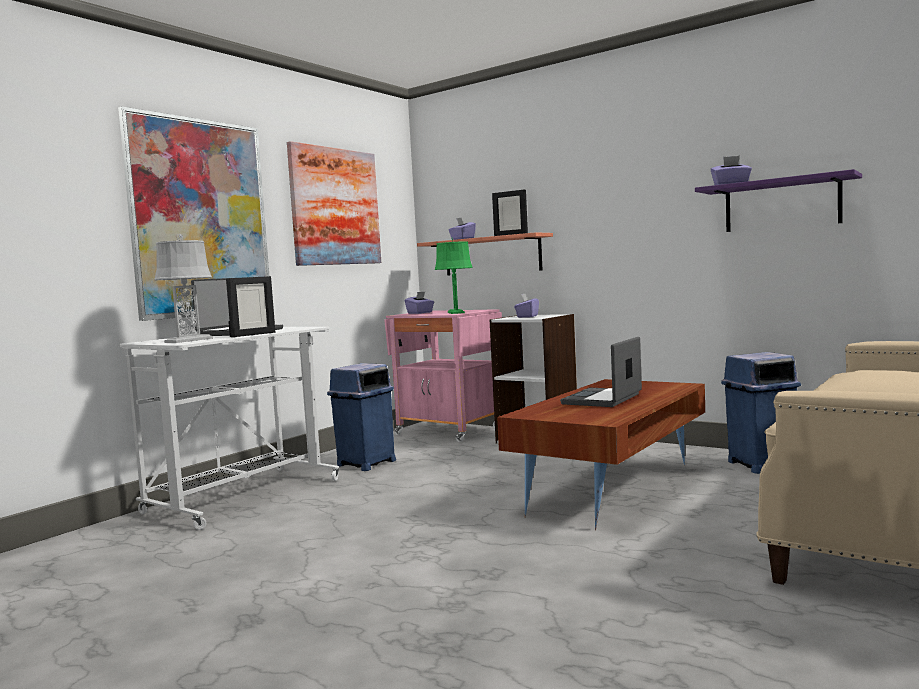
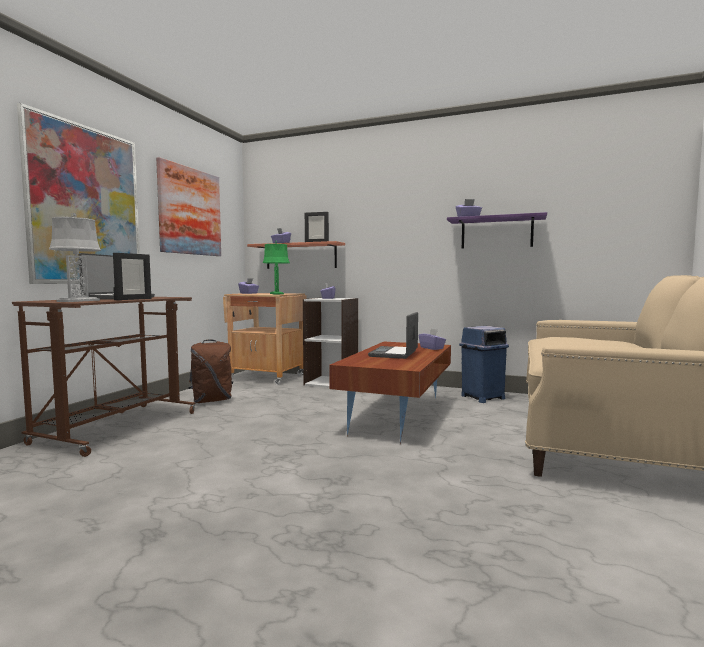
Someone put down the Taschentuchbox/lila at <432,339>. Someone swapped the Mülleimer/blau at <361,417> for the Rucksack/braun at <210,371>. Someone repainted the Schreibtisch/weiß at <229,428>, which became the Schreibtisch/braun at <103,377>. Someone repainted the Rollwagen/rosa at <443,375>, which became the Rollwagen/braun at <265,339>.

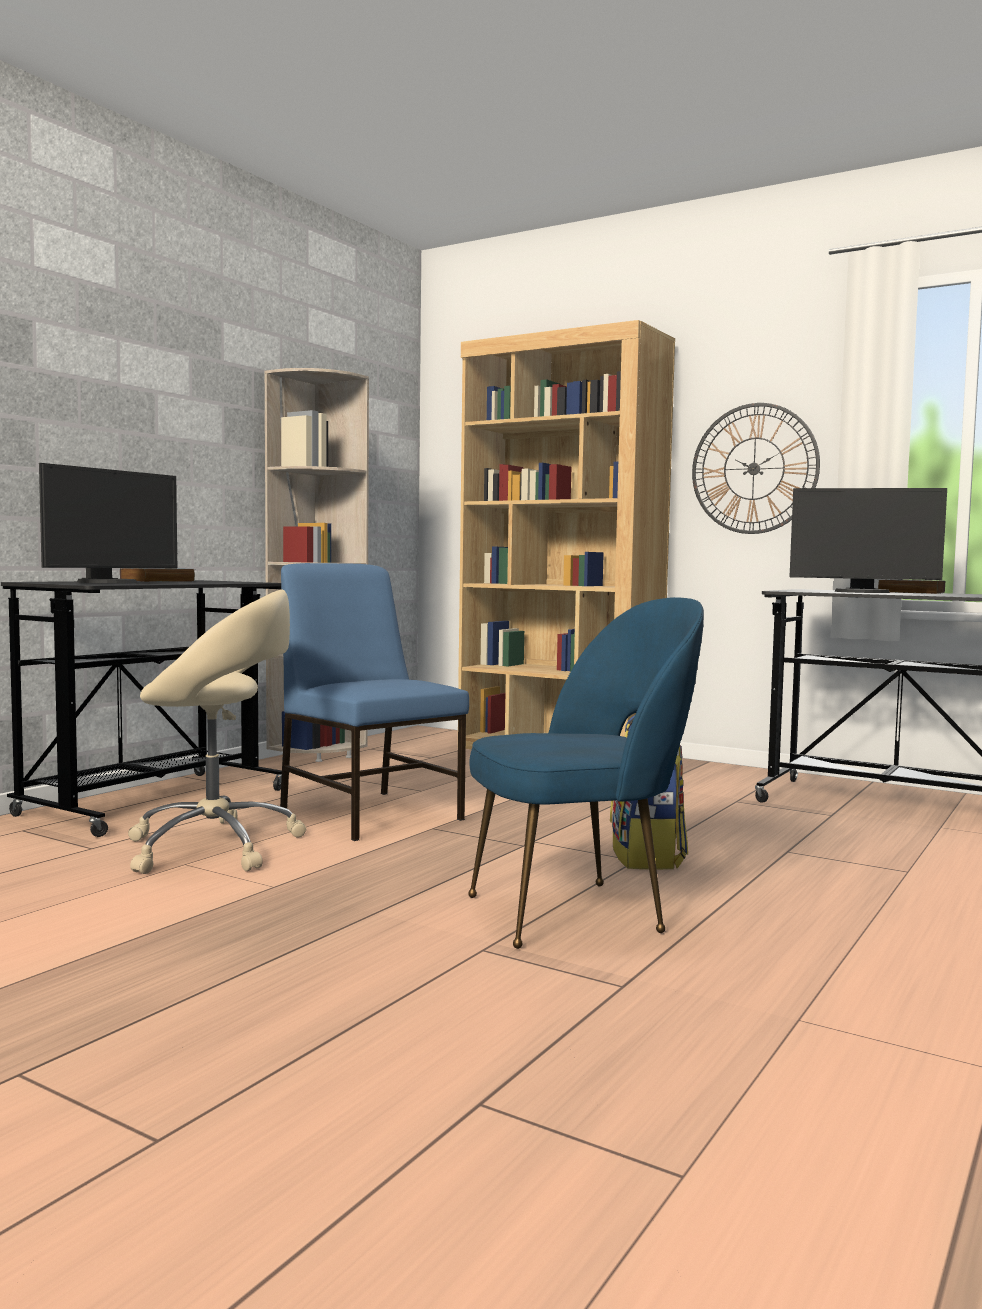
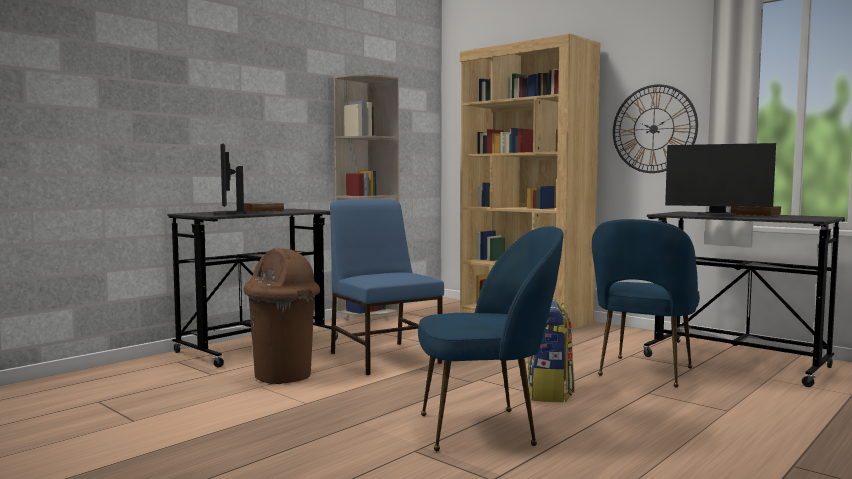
Someone put down the Stuhl/blau at <646,303>. Someone swapped the Bürostuhl/beige at <217,731> for the Mülleimer/braun at <281,316>. Someone rotated the Monitor at <108,523> by 120 degrees clockwise.

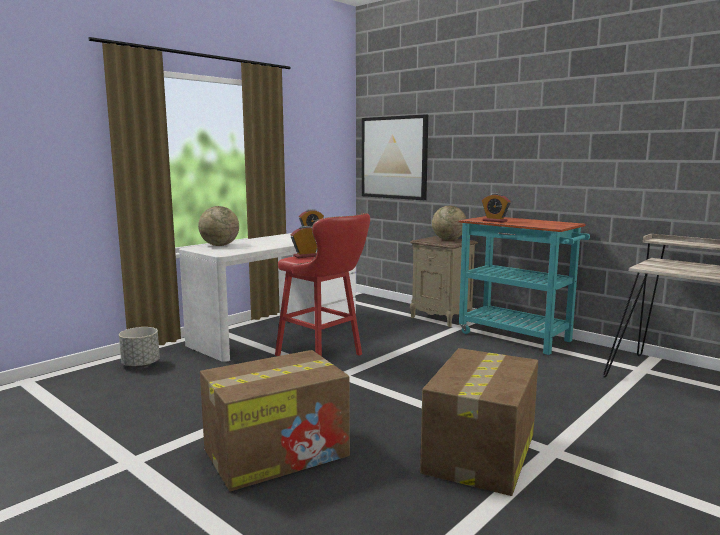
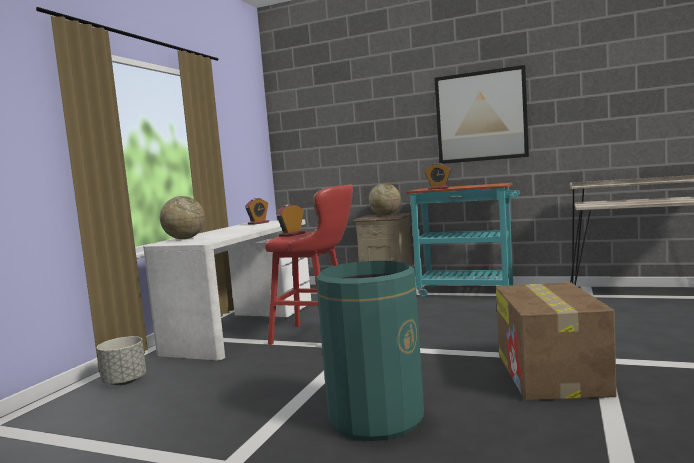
Someone carried the Bild from <395,157> to <481,114>. Someone swapped the Karton at <275,421> for the Mülleimer/grün at <370,351>.

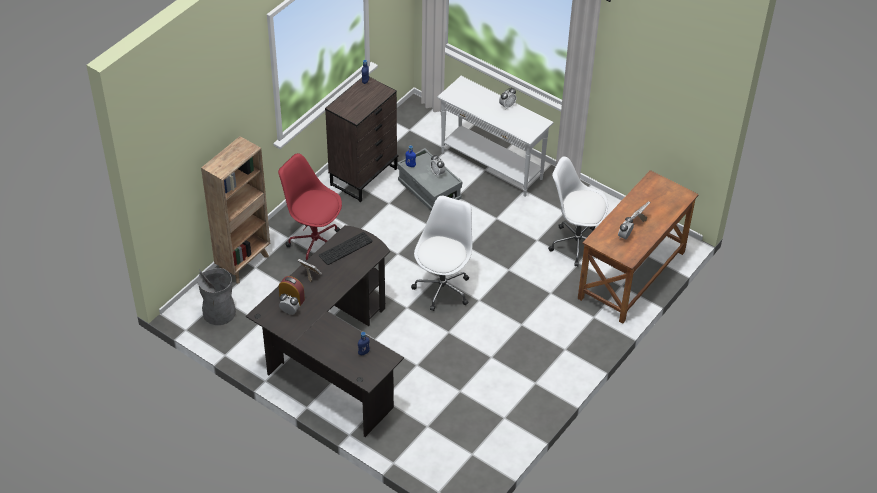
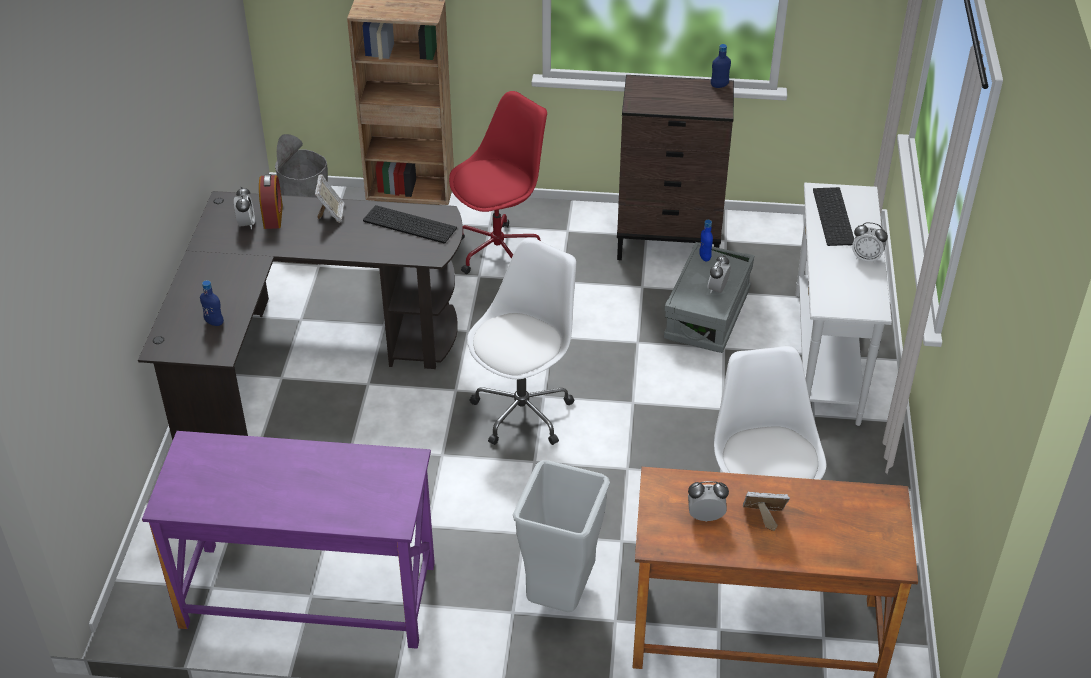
Someone put down the Schreibtisch/lila at <288,540>. Someone put down the Mülleimer/grau at <561,536>. Someone put down the Tastatur at <833,216>. Someone rotated the Bürostuhl/rot at <310,207> by 45 degrees clockwise. Someone rotated the Bürostuhl/weiß at <441,253> by 45 degrees counterclockwise.

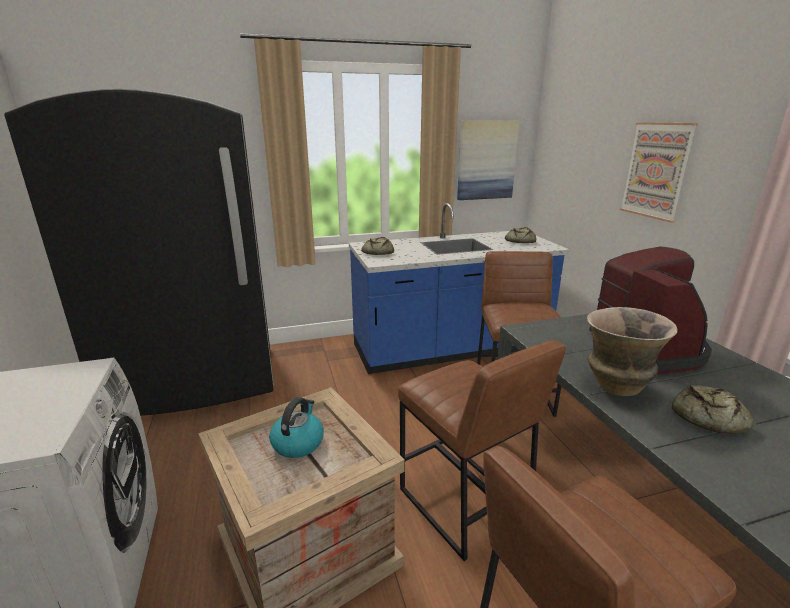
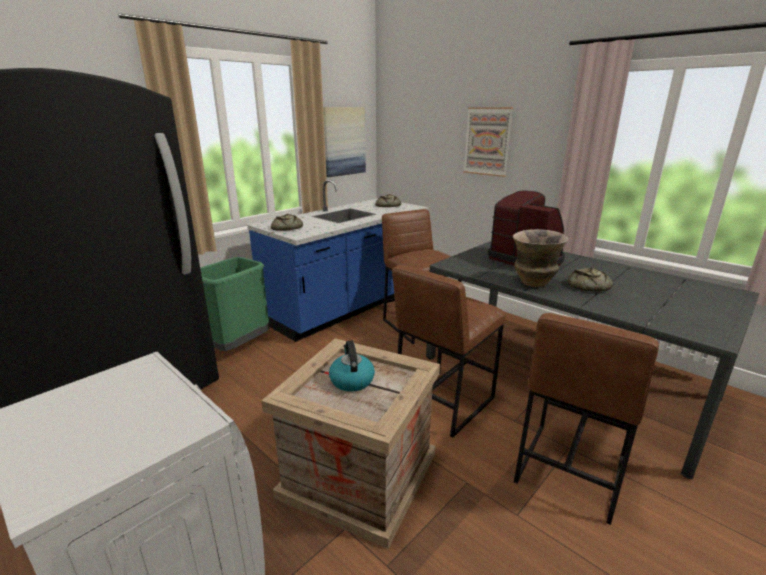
Someone put down the Mülleimer/grün at <235,304>. Someone rotated the Stuhl/braun at <482,450> by 105 degrees clockwise.

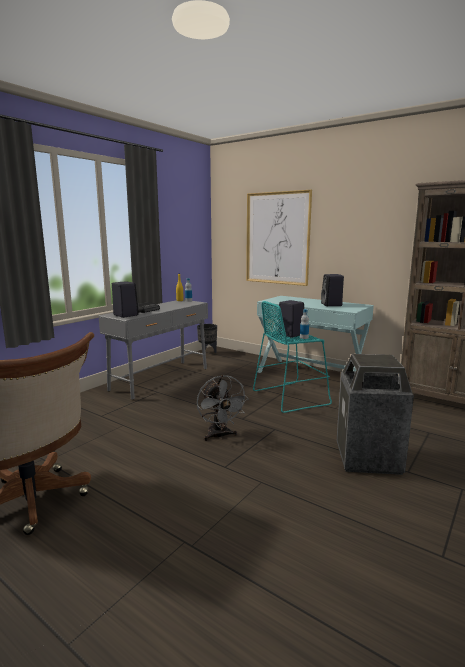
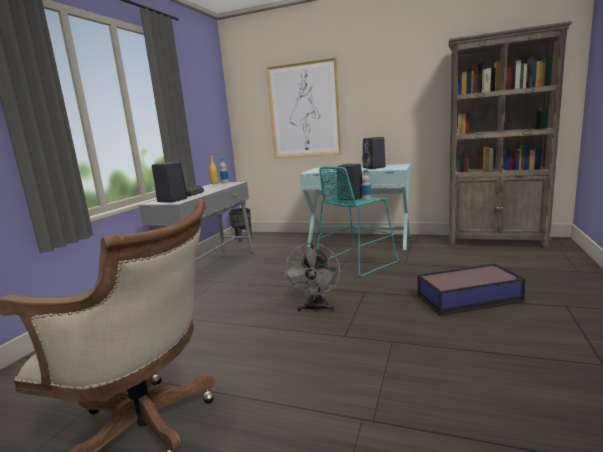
Someone swapped the Mülleimer at <375,414> for the Aufbewahrungsbox at <472,289>. Someone rotated the Ventilator/grau at <223,408> by 45 degrees clockwise.

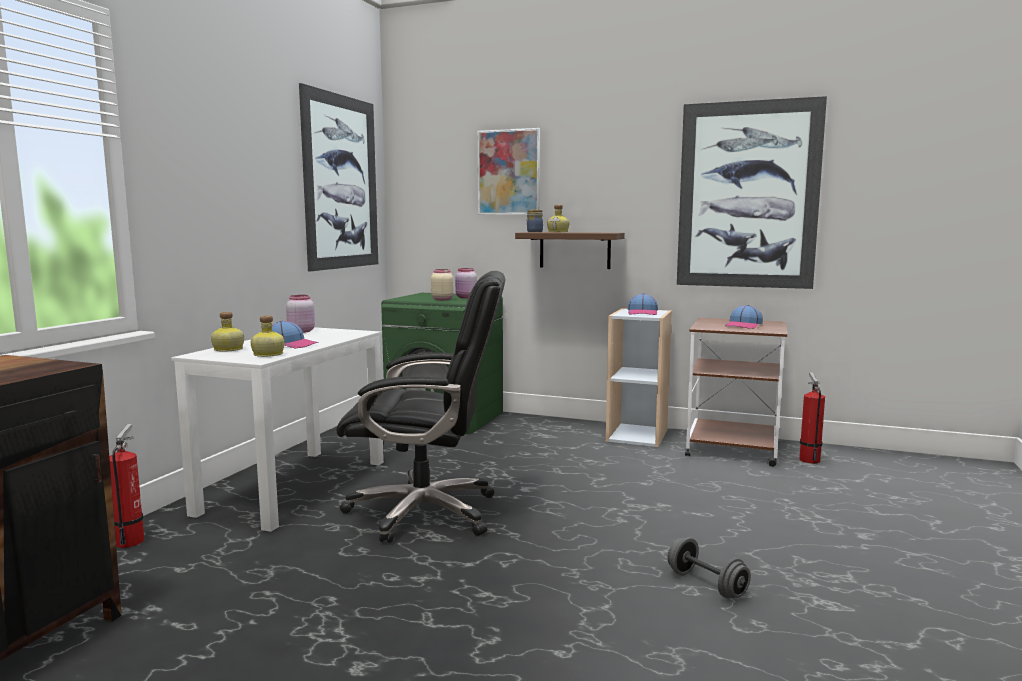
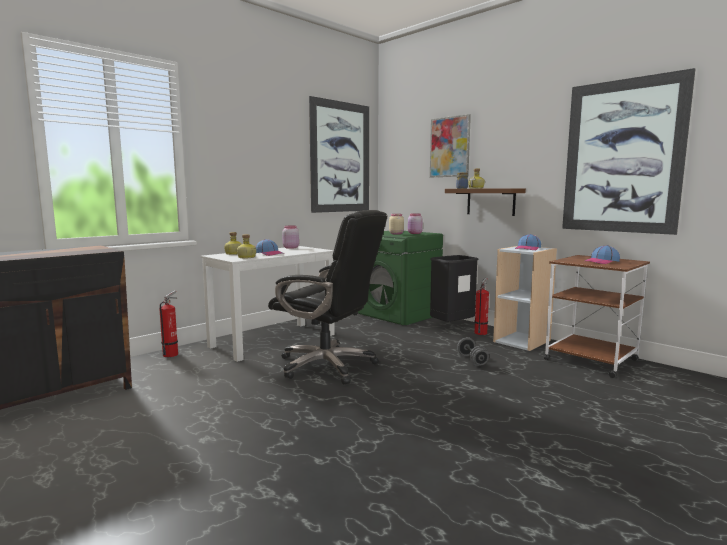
Someone put down the Mülleimer/schwarz at <454,288>. Someone carried the Hantel/grau from <709,568> to <473,351>. Someone carried the Feuerlöscher from <812,417> to <482,306>.

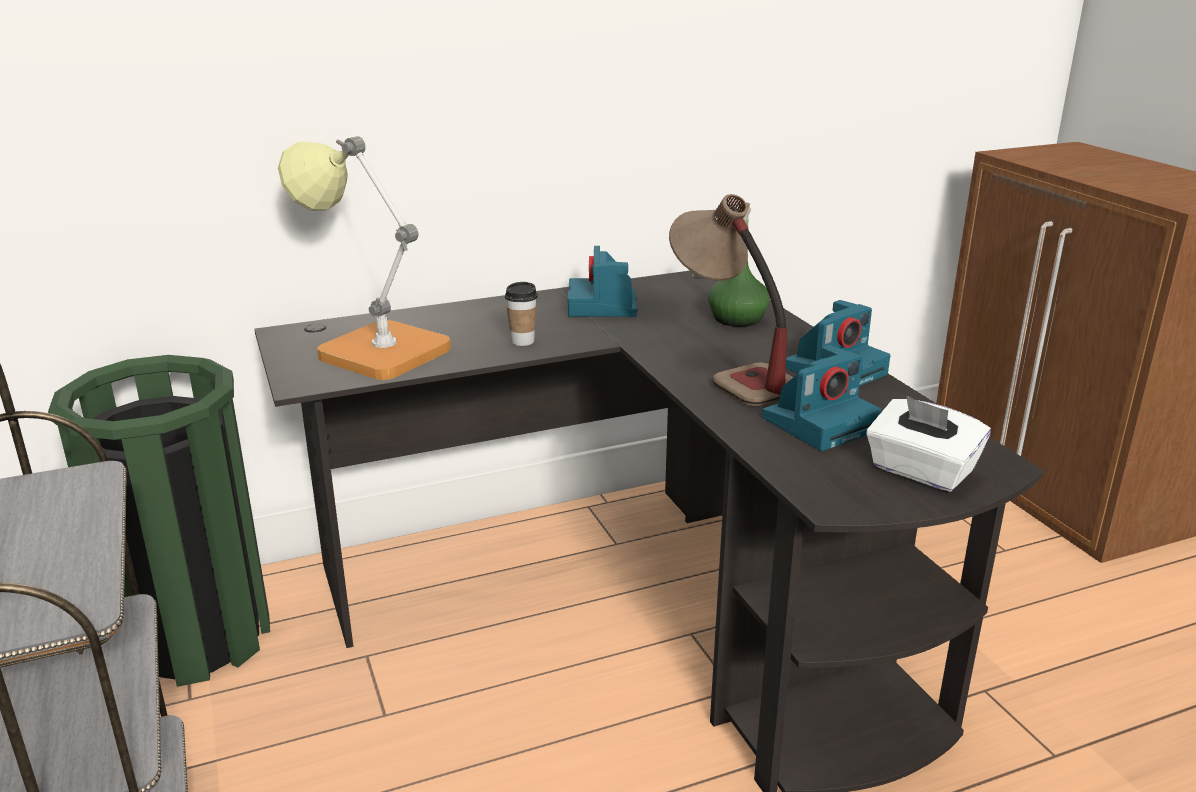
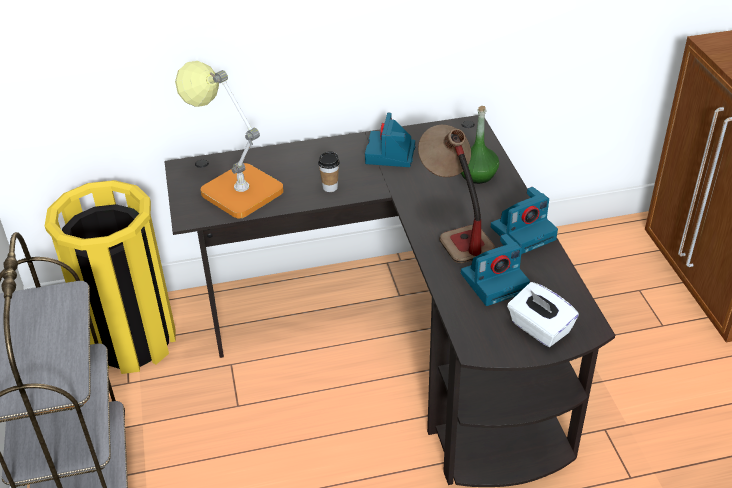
Someone repainted the Mülleimer/grün at <159,521>, which became the Mülleimer/gelb at <110,277>.

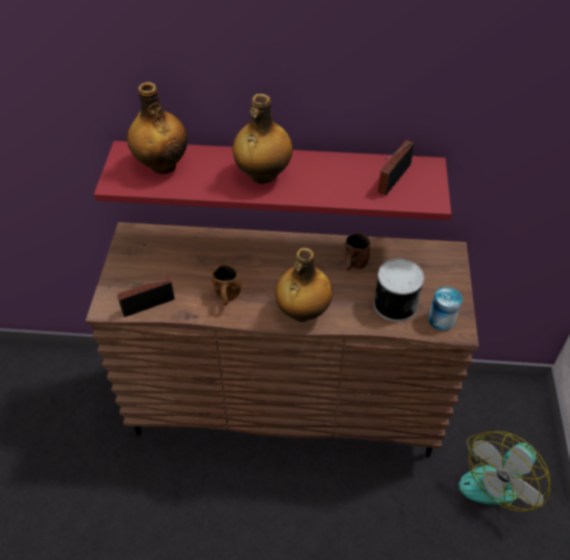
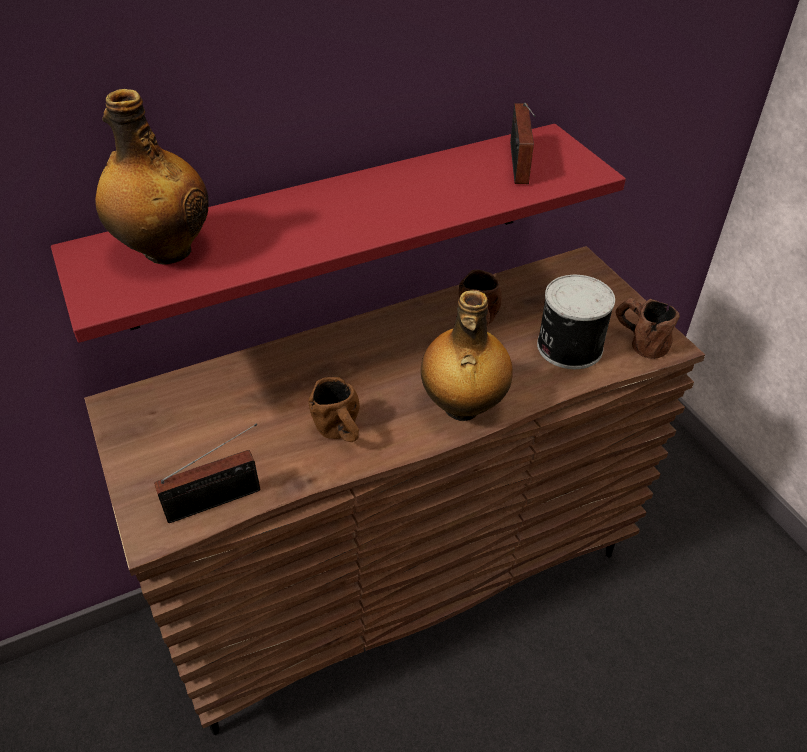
Someone took away the Flasche at <263,139>. Someone took away the Ventilator at <504,471>. Someone swapped the Dose at <445,309> for the Henkelbecher/braun at <647,328>. Someone rotated the Radio at <141,297> by 150 degrees counterclockwise.

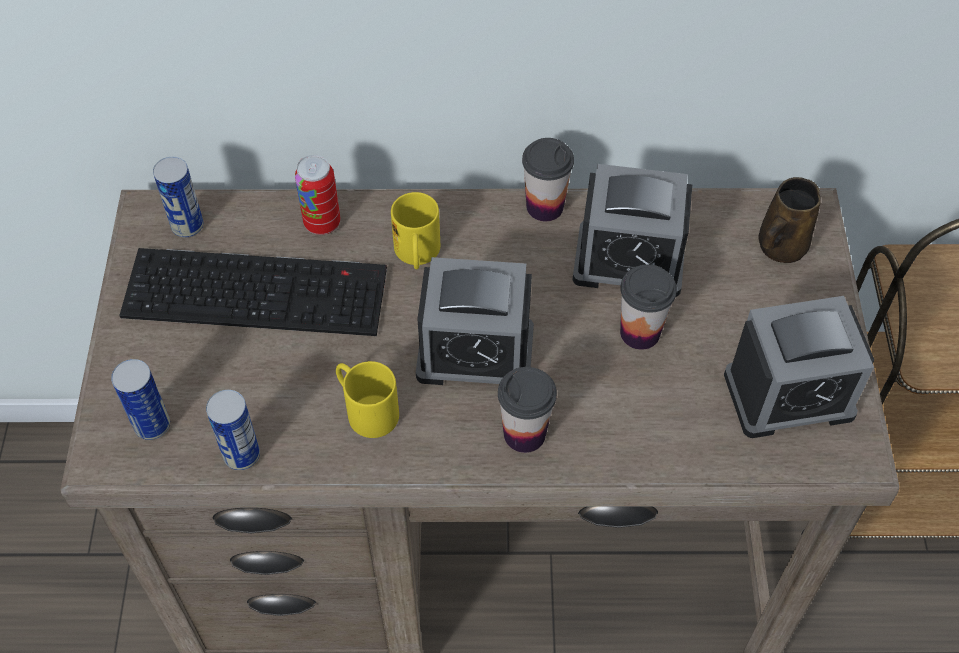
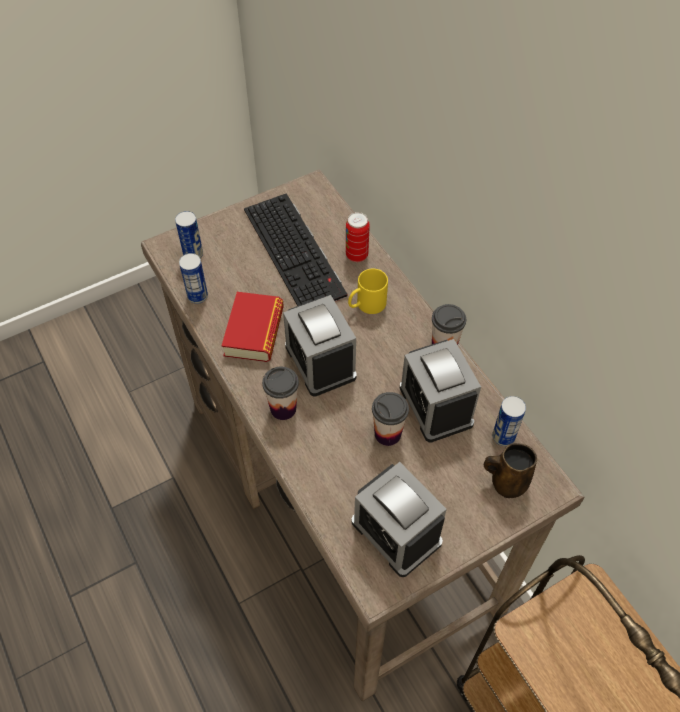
Someone carried the Dose from <178,197> to <509,421>. Someone swapped the Henkelbecher/gelb at <367,399> for the Buch at <252,327>.

